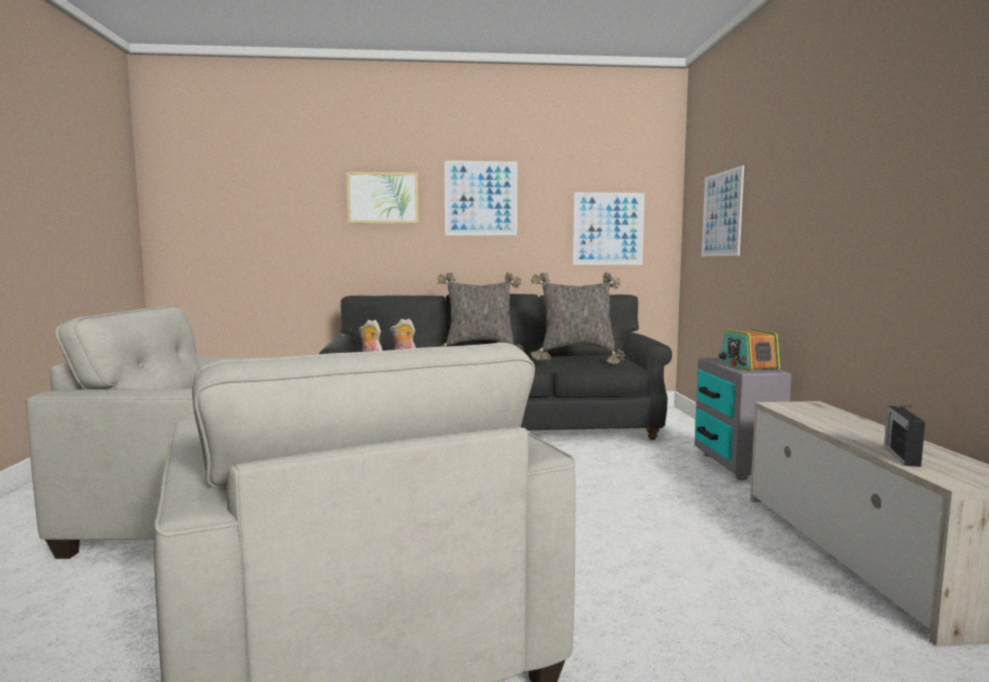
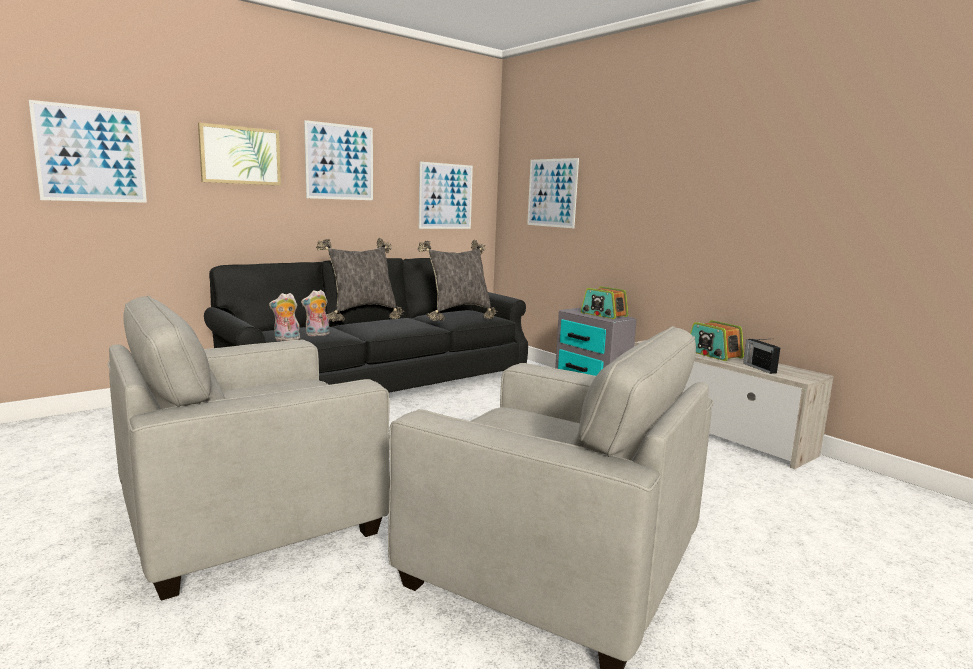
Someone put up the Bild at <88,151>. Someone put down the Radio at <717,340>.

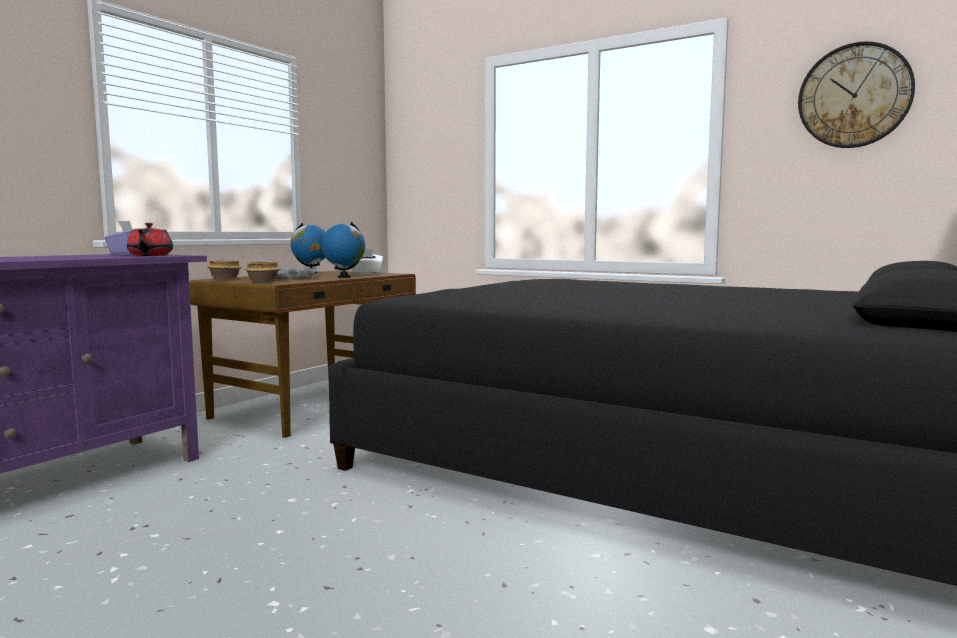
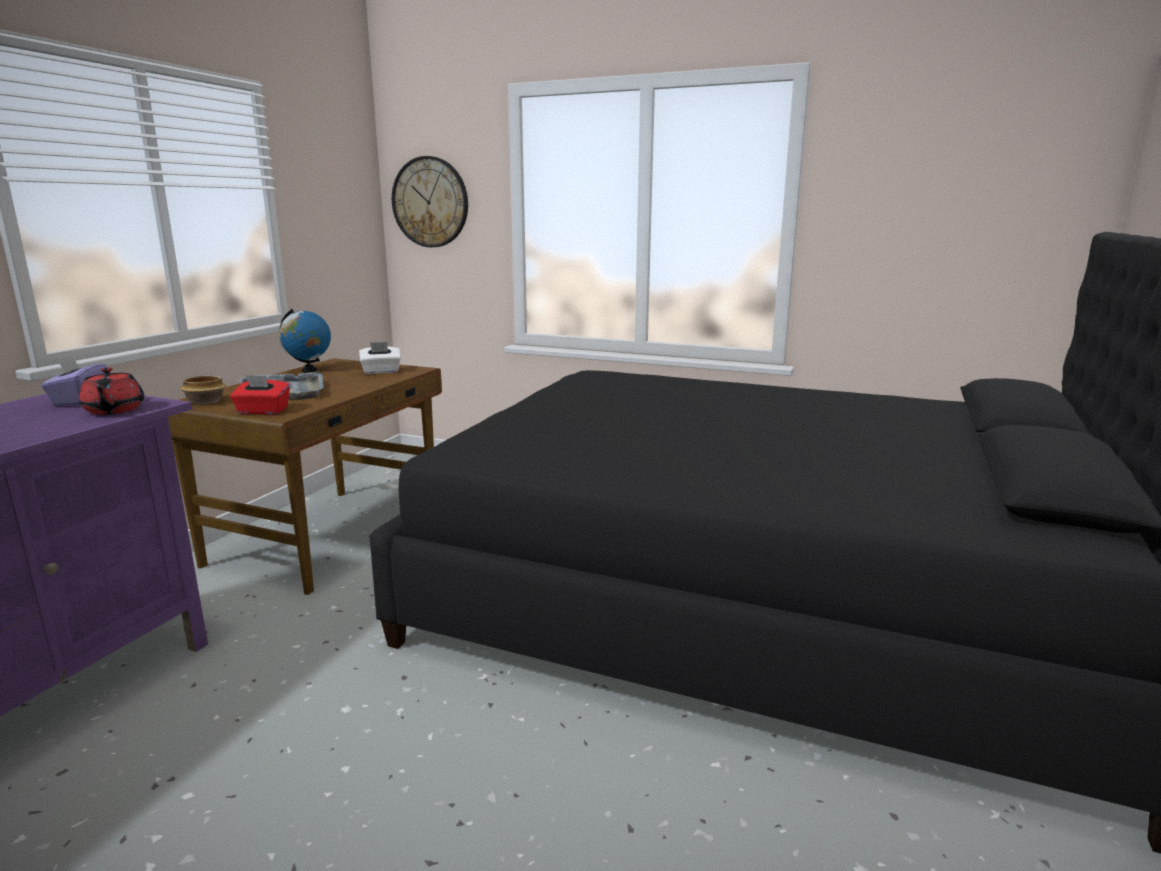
Someone took away the Globus at <343,250>. Someone carried the Wanduhr from <856,94> to <430,202>. Someone swapped the Schüssel at <263,272> for the Taschentuchbox/rot at <260,394>.

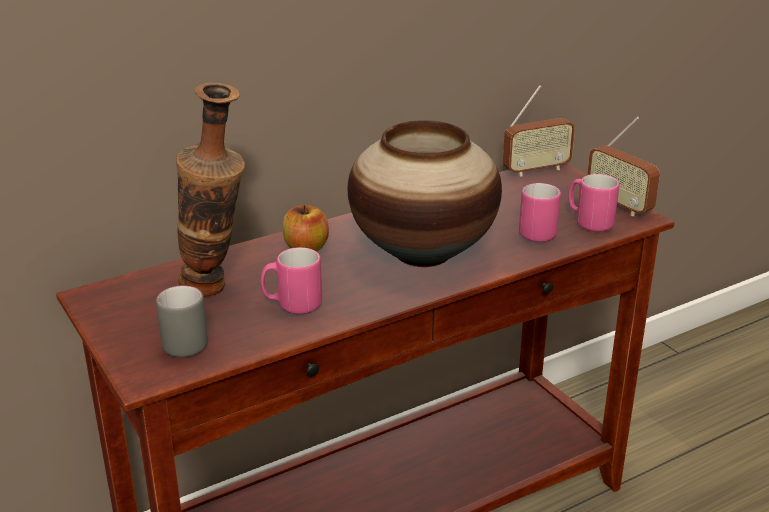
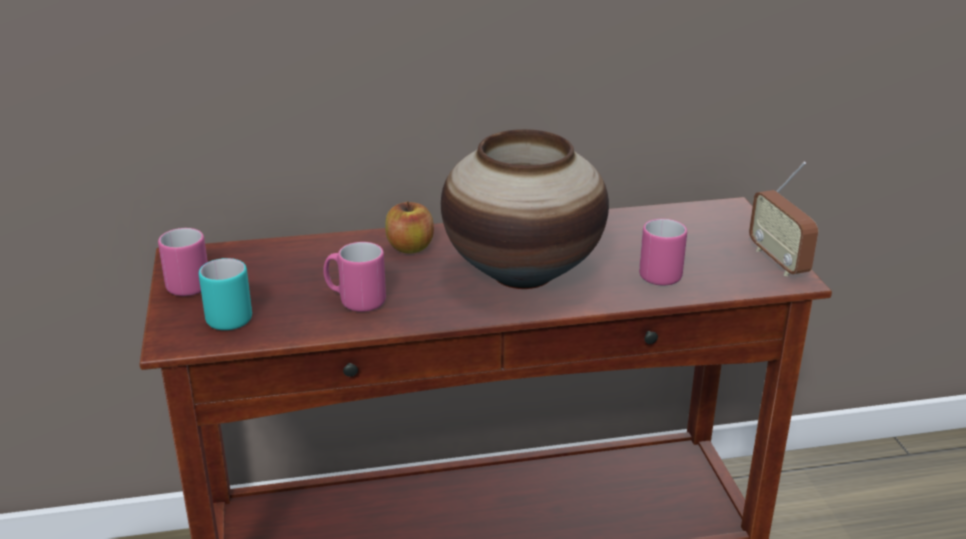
Someone took away the Vase at <210,189>. Someone took away the Radio at <539,131>. Someone carried the Henkelbecher/rosa from <593,203> to <183,262>. Someone repainted the Henkelbecher/grau at <182,321>, which became the Henkelbecher/türkis at <225,294>.

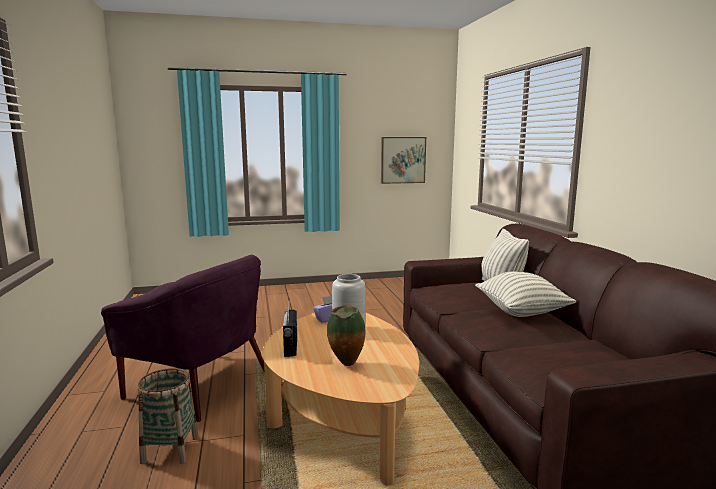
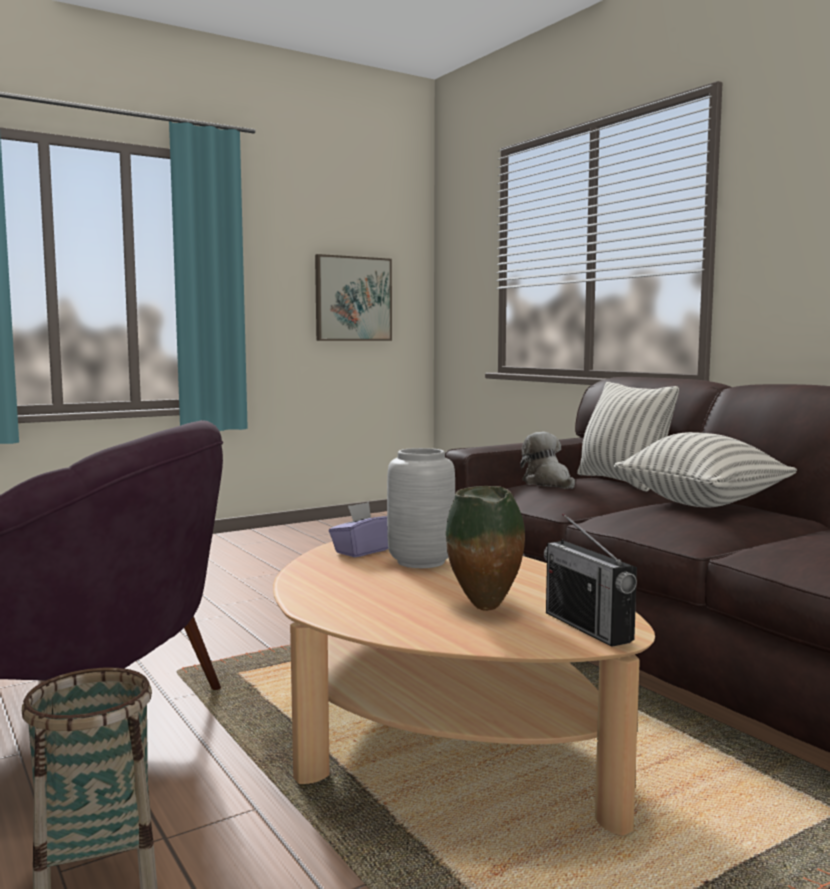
Someone put down the Plüschtier at <547,460>. Someone carried the Radio from <290,328> to <590,580>.

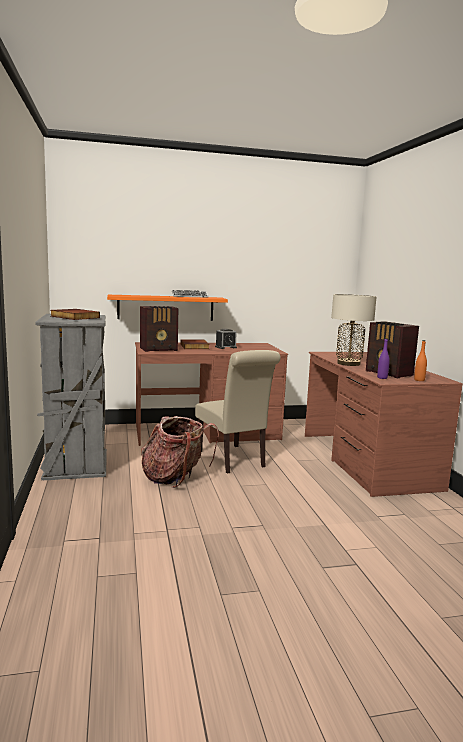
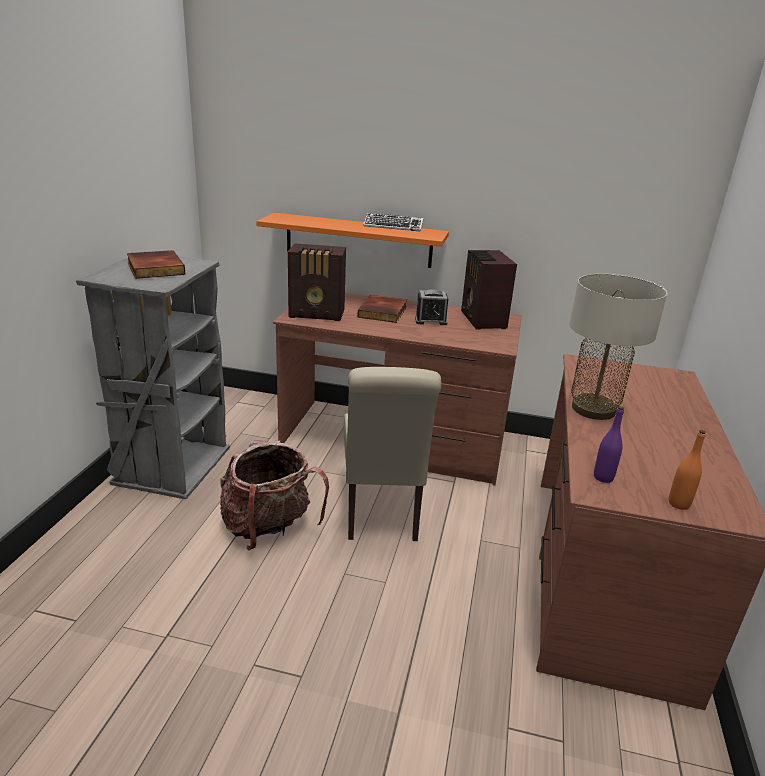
Someone carried the Radio from <392,349> to <489,289>.

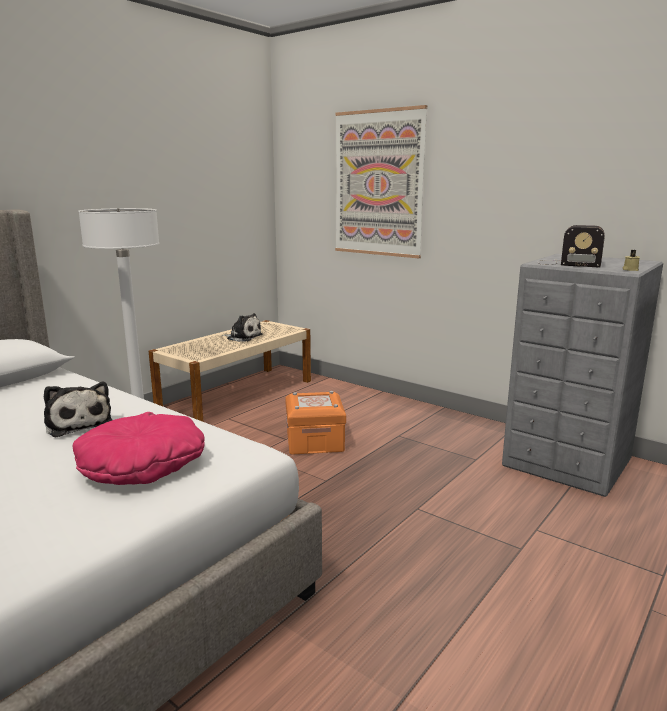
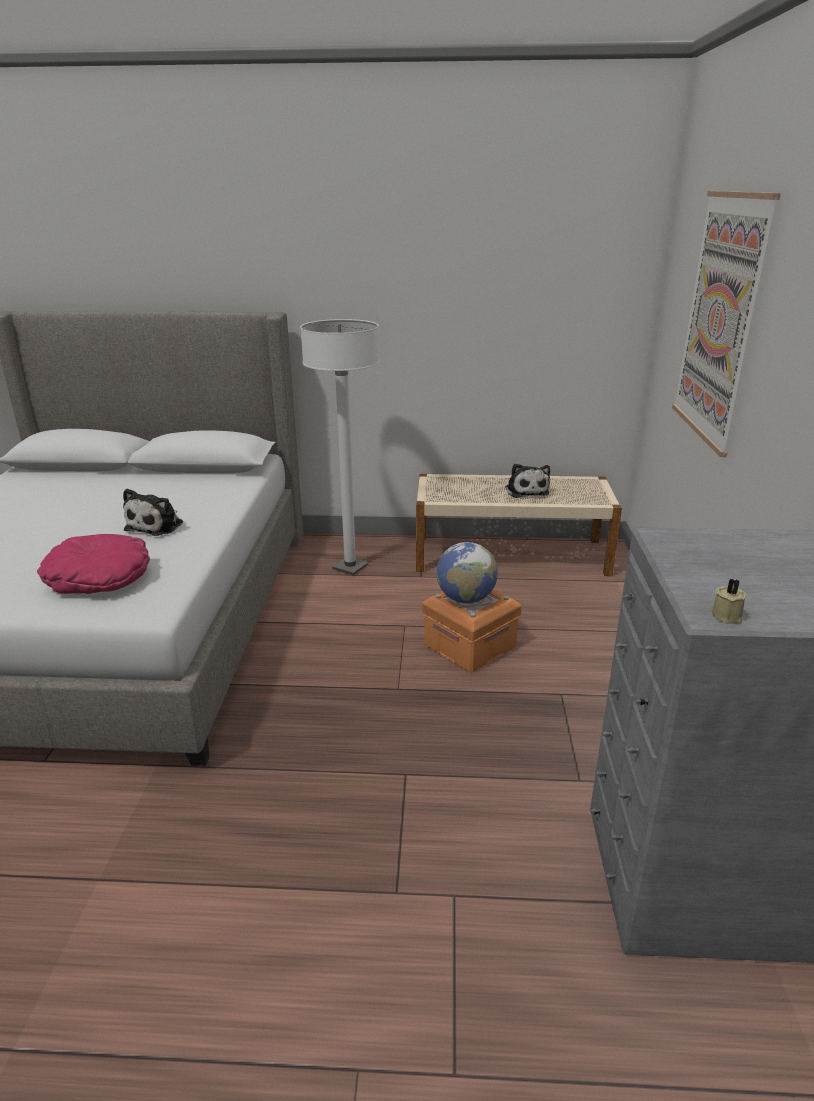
Someone took away the Radio at <572,246>. Someone put down the Globus at <467,572>.

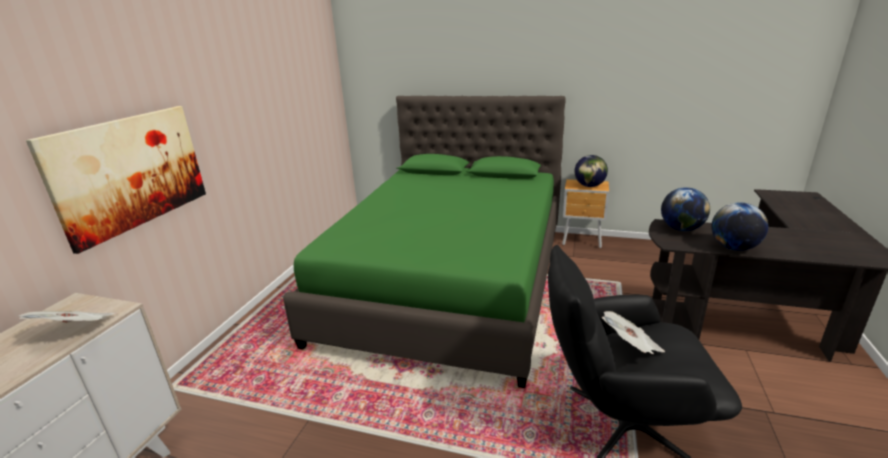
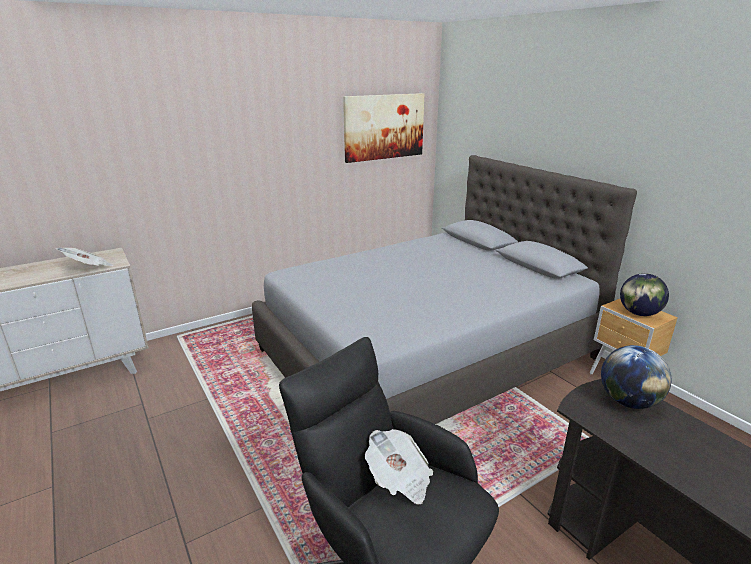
Someone took away the Globus at <739,226>. Someone carried the Bild from <116,180> to <384,128>. Someone repainted the Bett/grün at <424,242>, which became the Bett/grau at <444,289>.

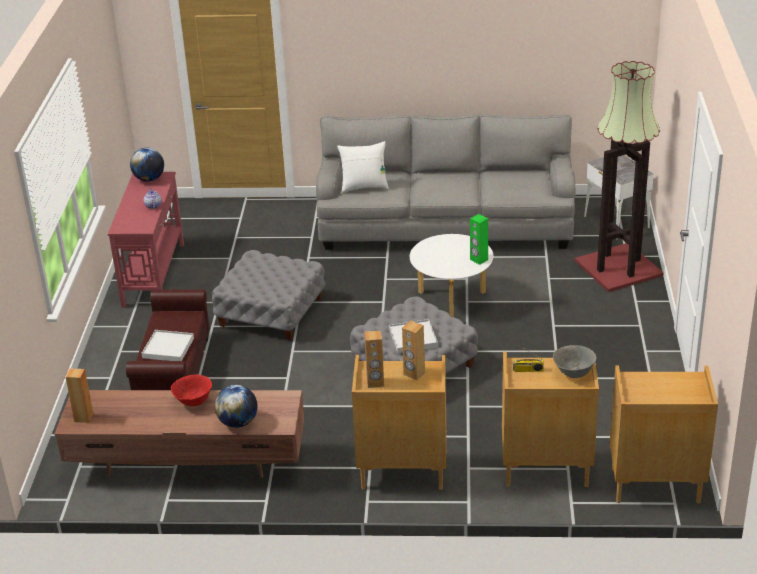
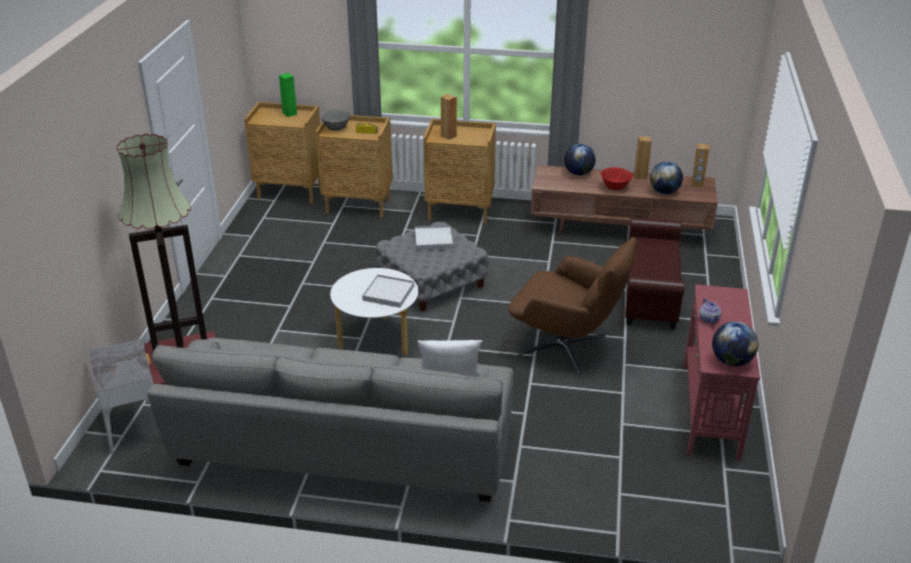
Someone put down the Globus at <666,178>. Someone carried the Tablett/weiß from <167,345> to <388,291>. Someone carried the Lautsprecher/braun from <374,359> to <643,158>. Someone carried the Lautsprecher/grün from <479,239> to <288,95>. Someone swapped the Polsterhocker/grau at <268,295> for the Sessel/braun at <572,305>.

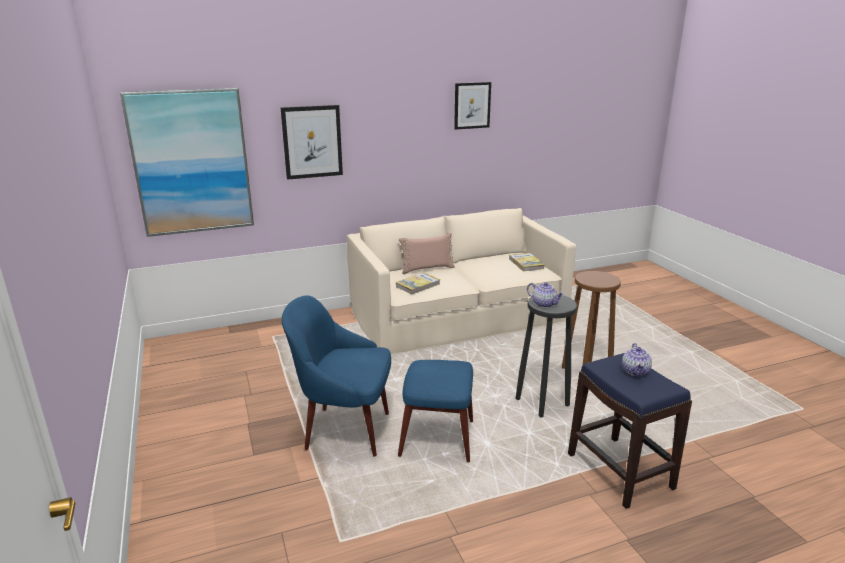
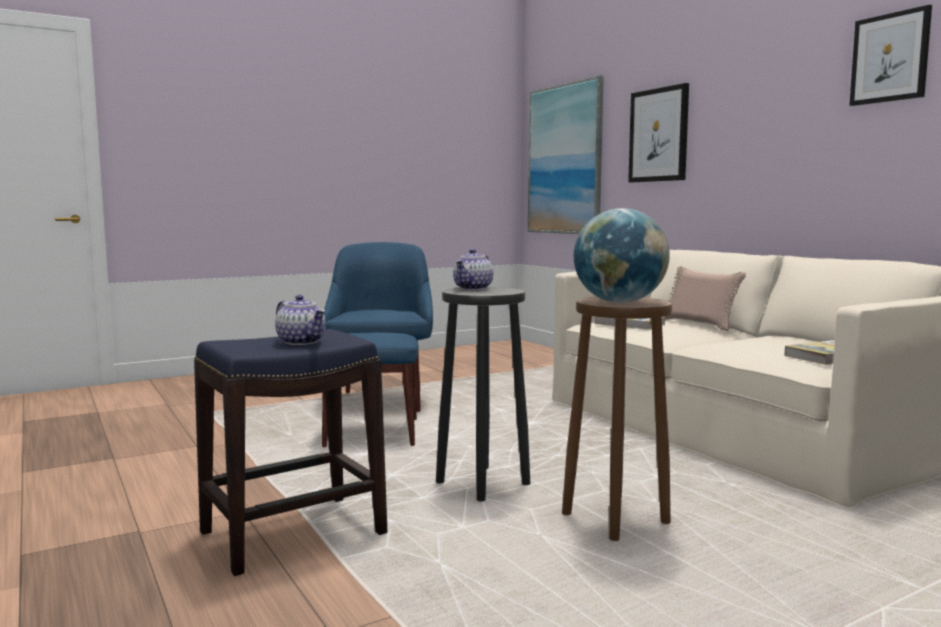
Someone put down the Globus at <622,255>. Someone rotated the Teekanne at <637,359> by 135 degrees counterclockwise.

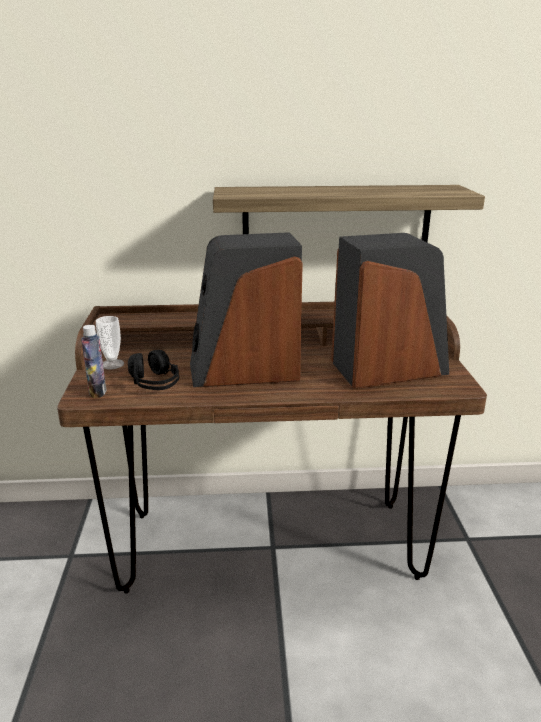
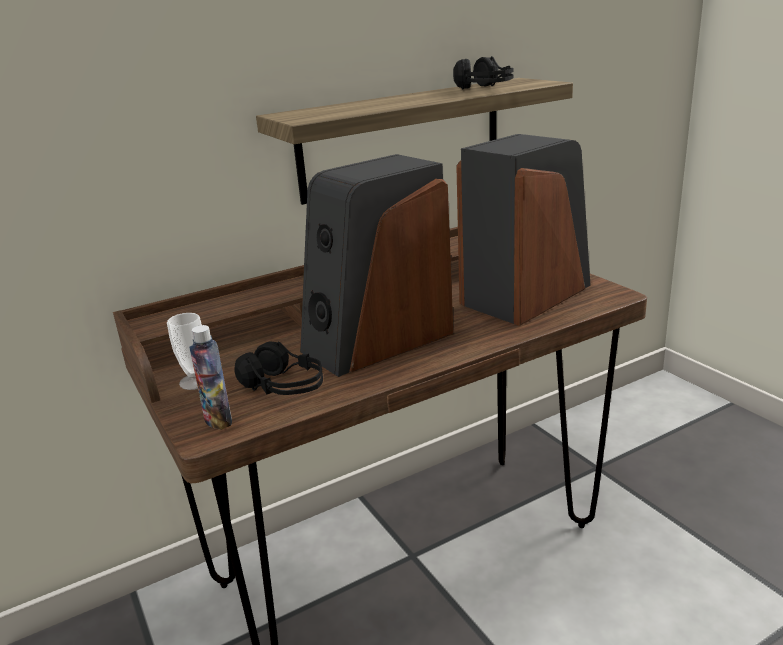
Someone put down the Kopfhörer/schwarz at <483,73>.

